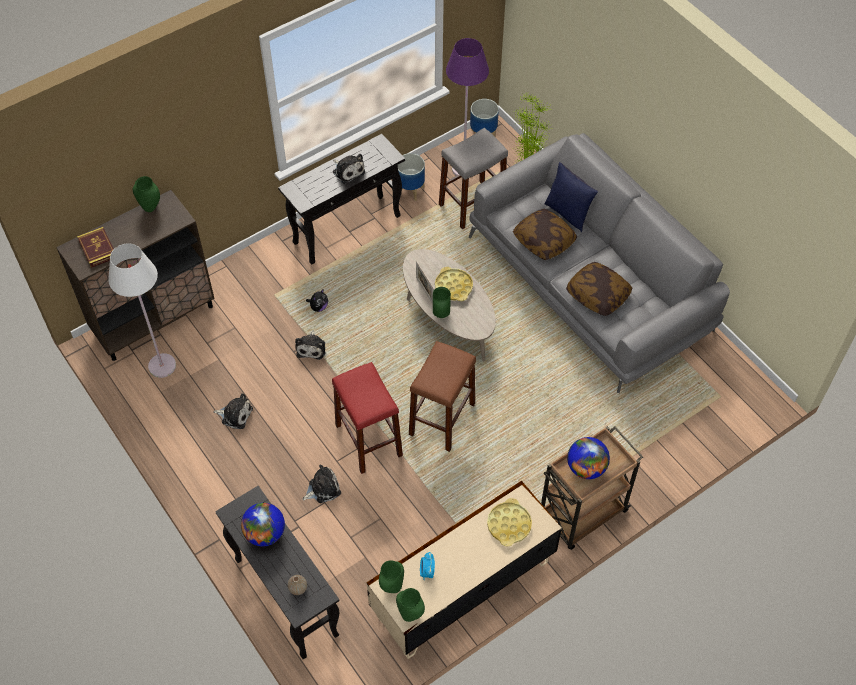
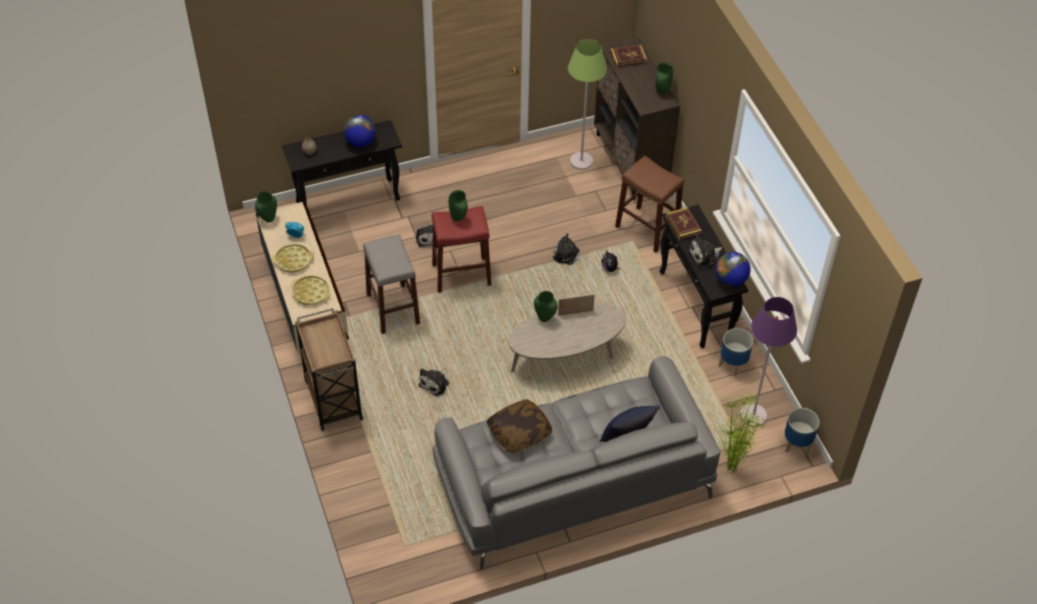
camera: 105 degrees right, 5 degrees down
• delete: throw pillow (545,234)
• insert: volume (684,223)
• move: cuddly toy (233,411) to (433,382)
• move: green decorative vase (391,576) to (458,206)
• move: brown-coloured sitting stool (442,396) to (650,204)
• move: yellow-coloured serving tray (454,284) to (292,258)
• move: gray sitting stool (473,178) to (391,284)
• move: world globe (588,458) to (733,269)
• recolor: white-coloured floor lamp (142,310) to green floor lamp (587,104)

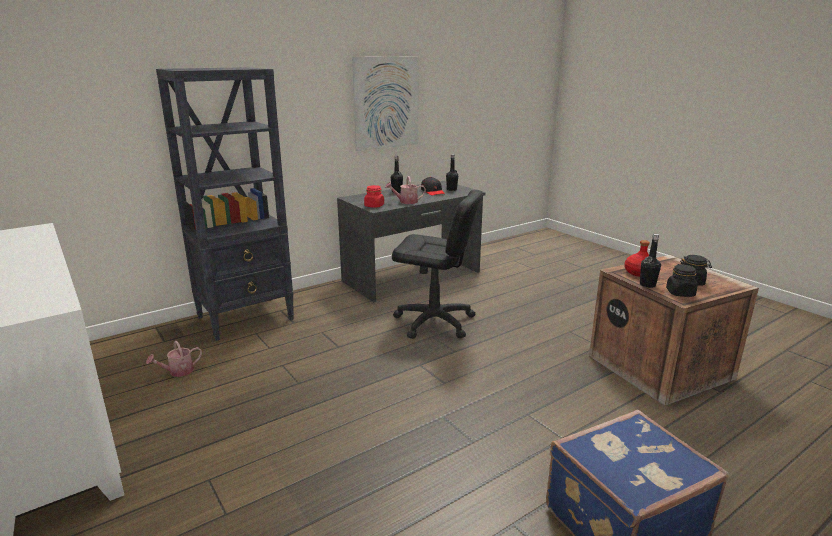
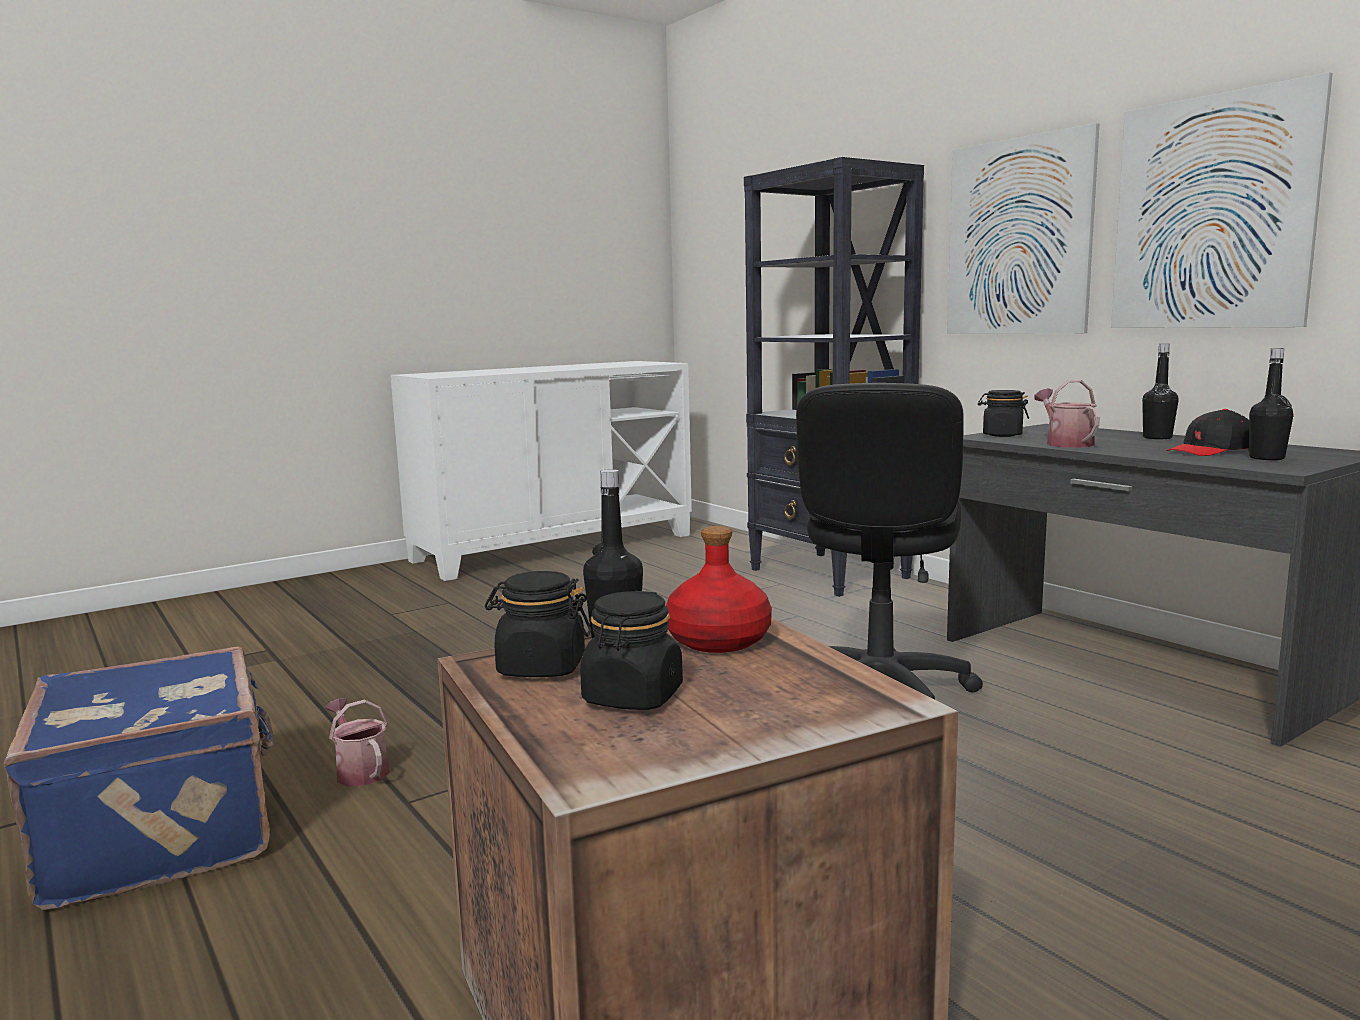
camera: 90 degrees right, 10 degrees down
• insert: picture (1023,228)
• move: watering pot (174,359) to (357,742)
• recolor: red-coloured jar (374,196) to black-coloured jar (1003,413)

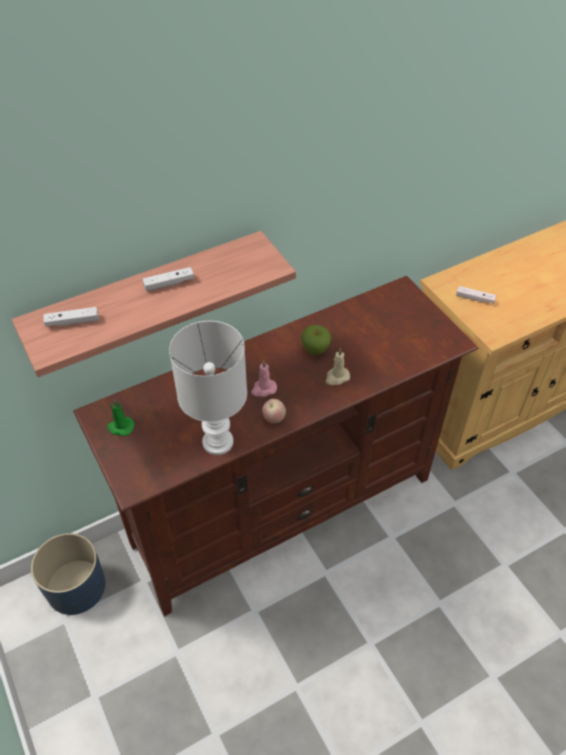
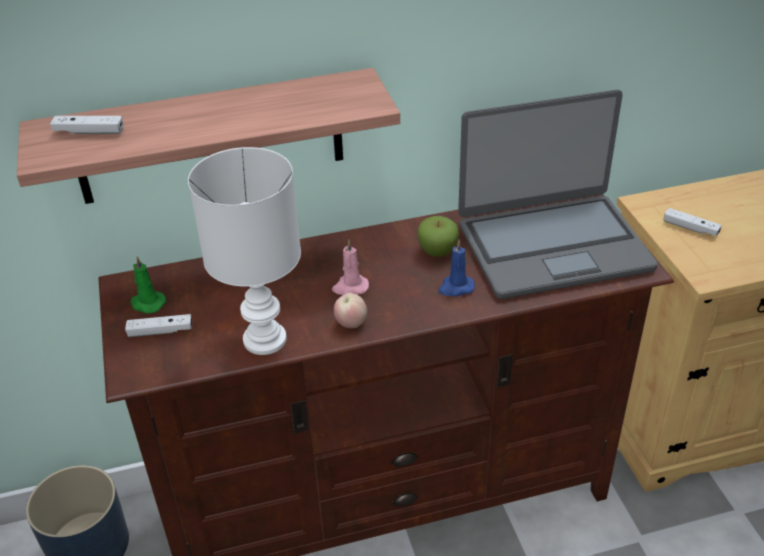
camera: 15 degrees right, 10 degrees down
• insert: notebook computer (558,194)
• move: white-coloured game controller (168,279) to (158,325)
• recolor: sand-coloured wax candle (338,366) to blue wax candle (456,268)

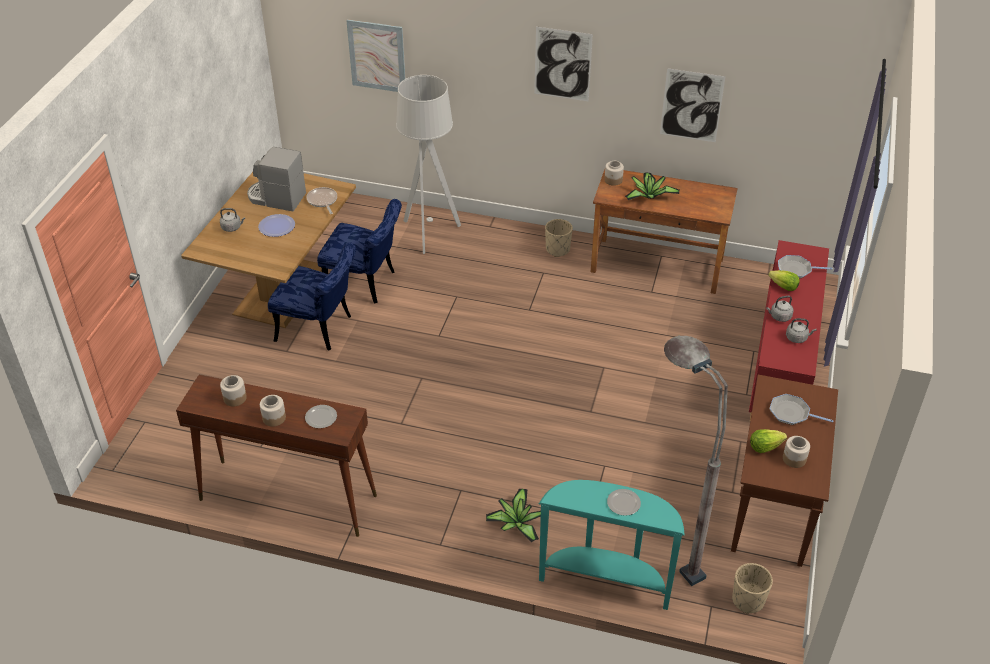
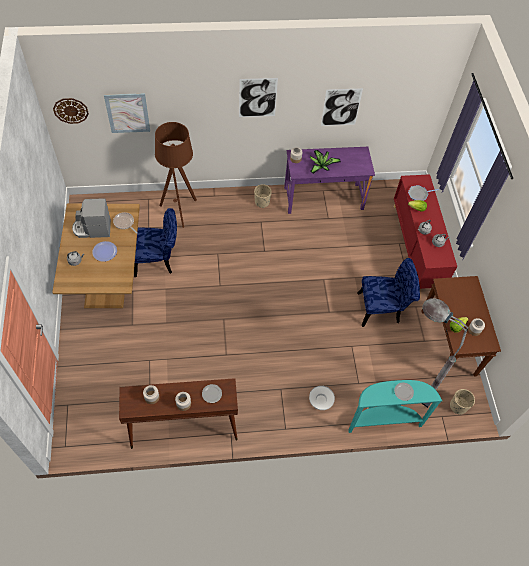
camera: 25 degrees left, 15 degrees up
• delete: frying pan (802,409)
• insert: wall clock (71,111)
• move: blue plain chair (312,296) to (388,292)
• replace: plant in a pot (513,515) to white-coloured deep dish (322,398)
• recolor: gray floor lamp (428,164) to brown-coloured floor lamp (176,175)
• recolor: brown-coloured desk unit (664,232) to purple desk unit (329,180)

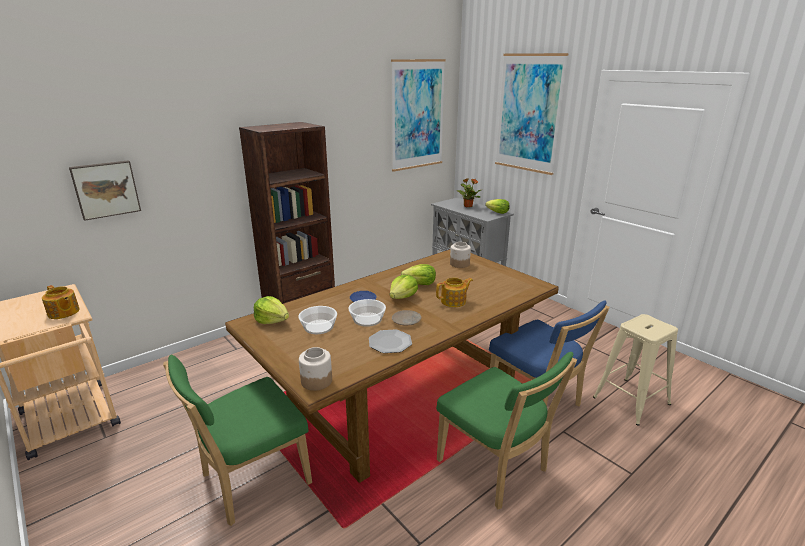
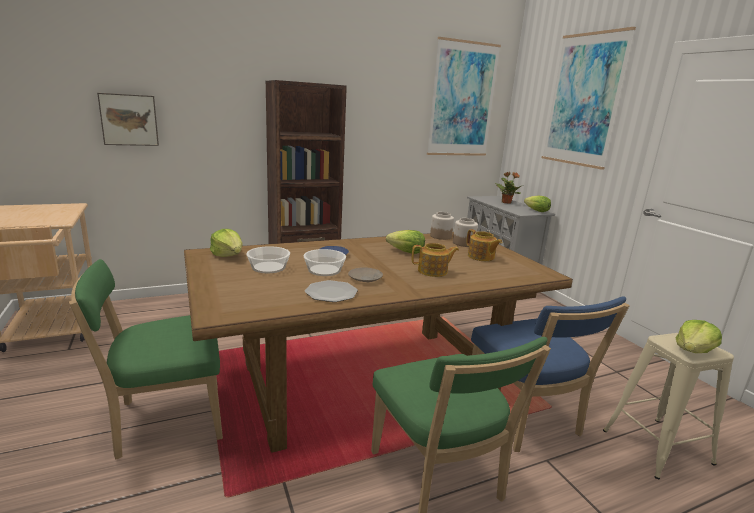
camera: 15 degrees right, 5 degrees down
• move: tea pot (61,302) to (484,245)
• move: jar (315,369) to (442,226)
• move: head of lettuce (404,287) to (698,336)

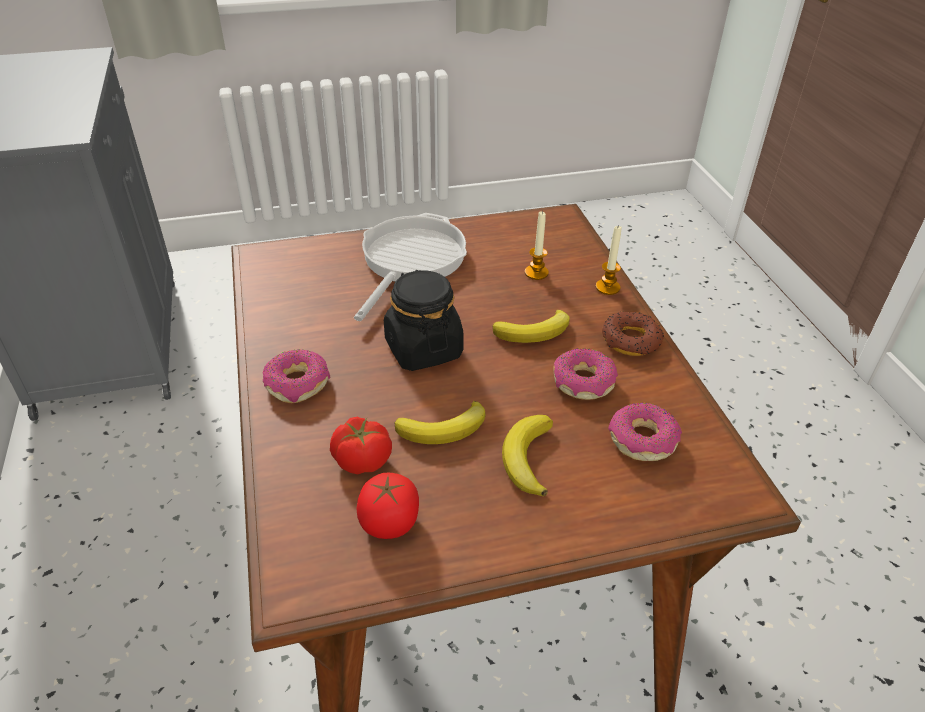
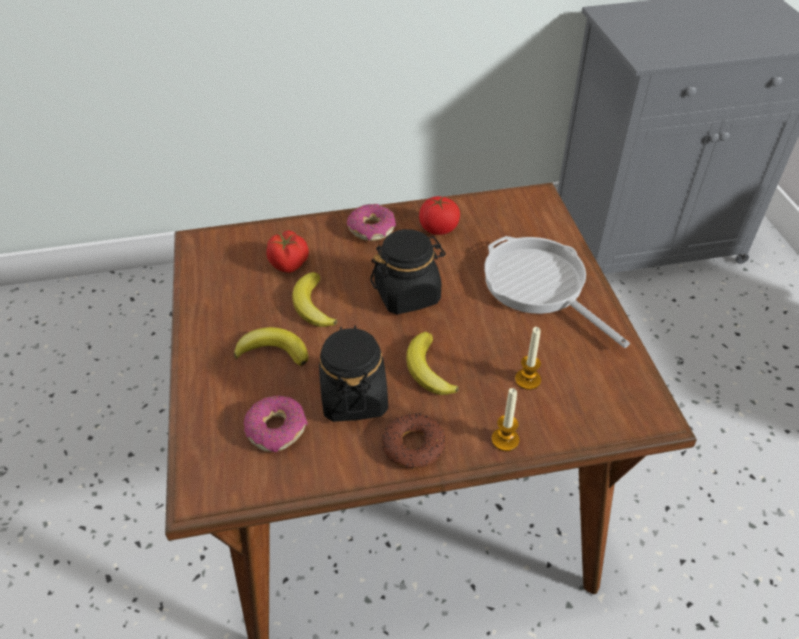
camera: 95 degrees right, 5 degrees up
• move: whole tomato (387,506) to (439,215)
• replace: ring doughnut (586,374) to black-coloured jar (353,373)
• rotate: frying pan (410,267) = (557,292) 150 degrees counterclockwise

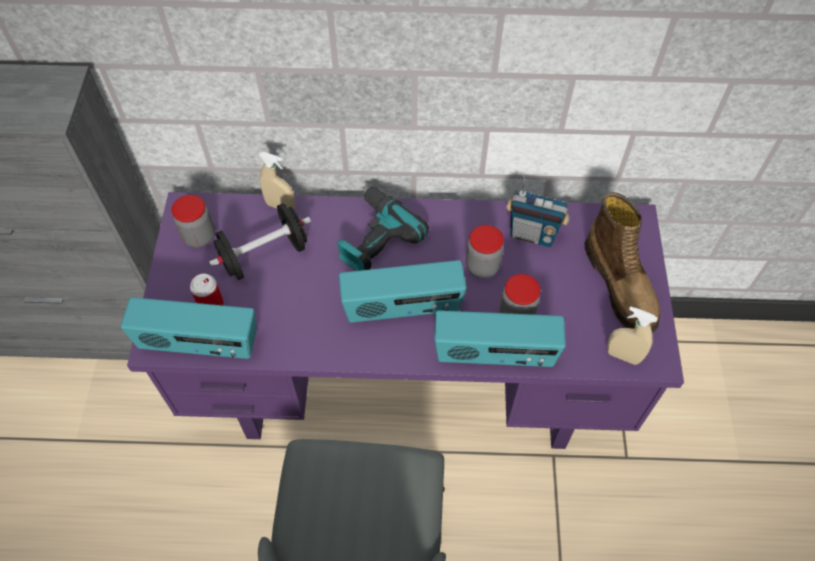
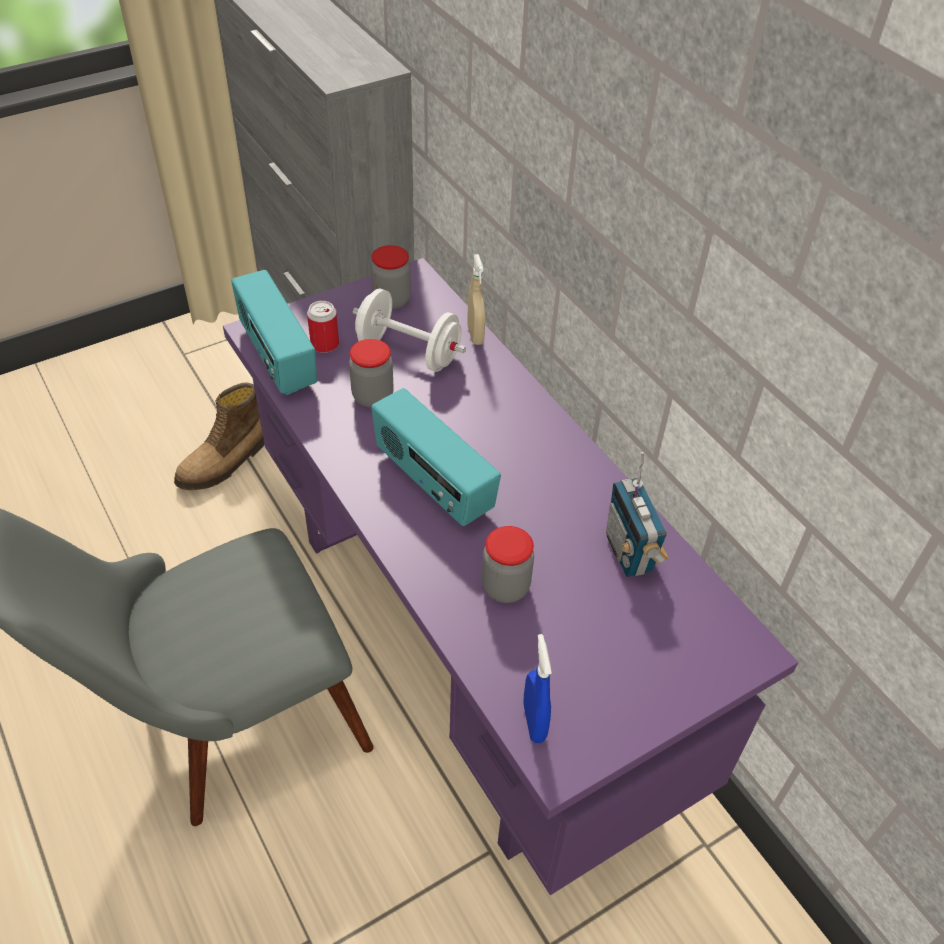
camera: 55 degrees right, 10 degrees down
• delete: drill (383,229)
• delete: radio set (500,338)
• move: jar (485,251) to (371,373)
• move: tall boot (622,262) to (219,436)
• recolor: black-coloured hand weight (260,241) to white-coloured hand weight (409,330)
• recolor: sand-coloured sprayer (632,335) to blue sprayer (538,688)

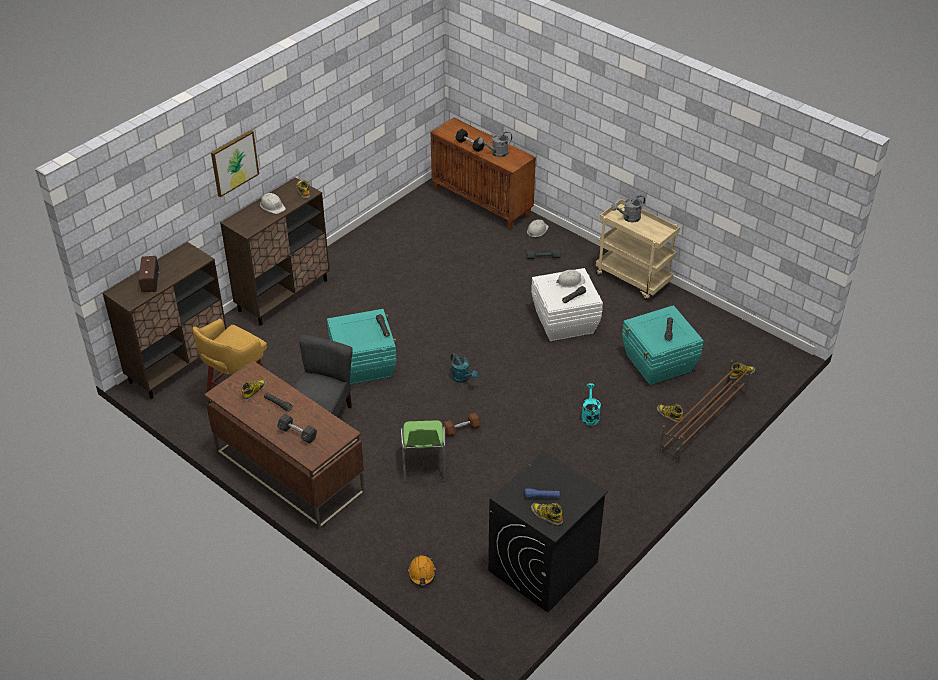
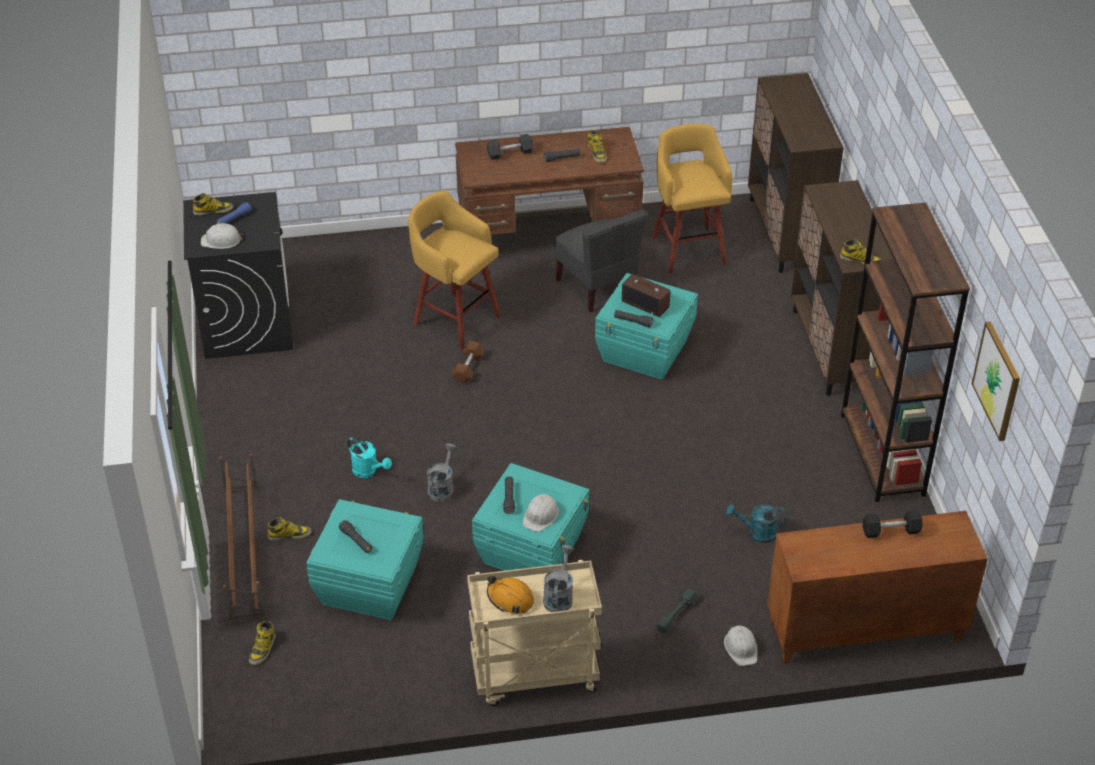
camera: 130 degrees right, 0 degrees up
• insert: brown-coloured shelving unit (905,352)
• move: radio set (149,274) to (646,295)
• move: picture (235,163) to (996,381)
• move: white-coloured work helmet (273,203) to (222,236)
• move: orangey work helmet (422,570) to (510,595)
• move: blue-green watering pot (464,368) to (756,523)
• move: gray watering pot (495,144) to (441,472)
• replace: green plain chair (423,451) to yellow-coloured sitting stool (454,270)
• recolor: white-coloured storage bin (567,304) to blue-green storage bin (530,517)

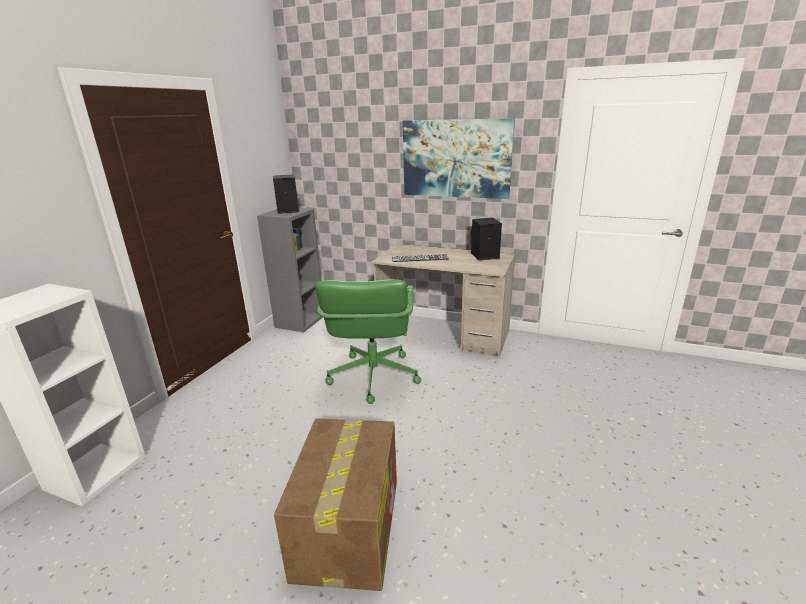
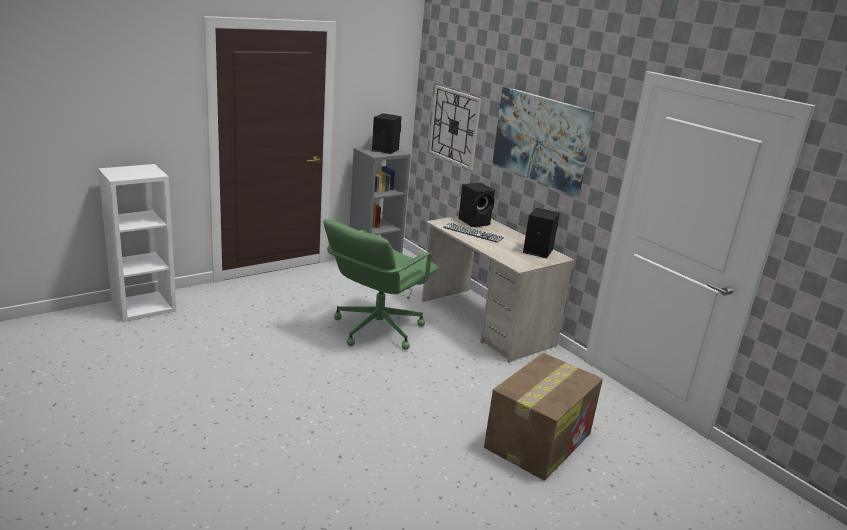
camera: 30 degrees right, 0 degrees up
• insert: wall clock (455,127)
• insert: black-coloured audio speaker (476,205)
• move: packing box (335,505) to (543,417)

